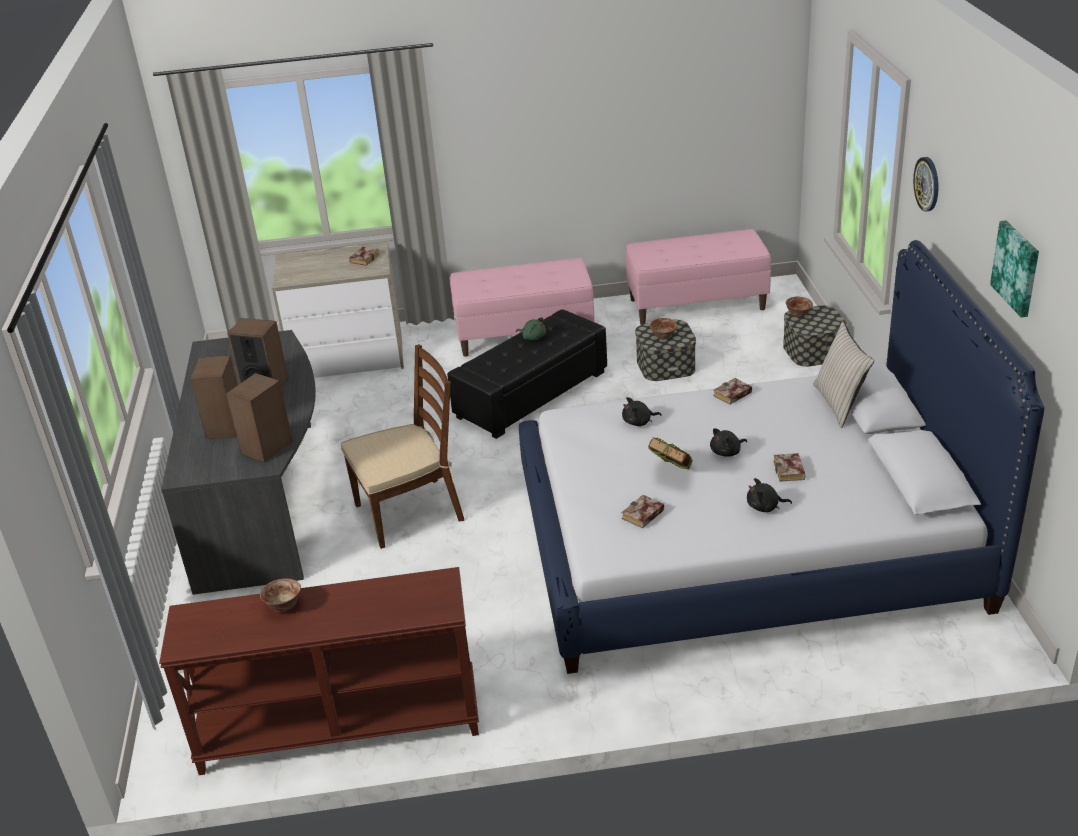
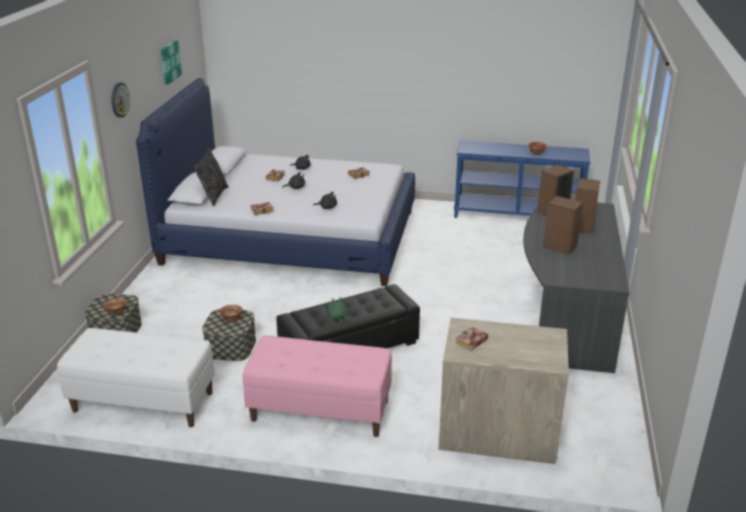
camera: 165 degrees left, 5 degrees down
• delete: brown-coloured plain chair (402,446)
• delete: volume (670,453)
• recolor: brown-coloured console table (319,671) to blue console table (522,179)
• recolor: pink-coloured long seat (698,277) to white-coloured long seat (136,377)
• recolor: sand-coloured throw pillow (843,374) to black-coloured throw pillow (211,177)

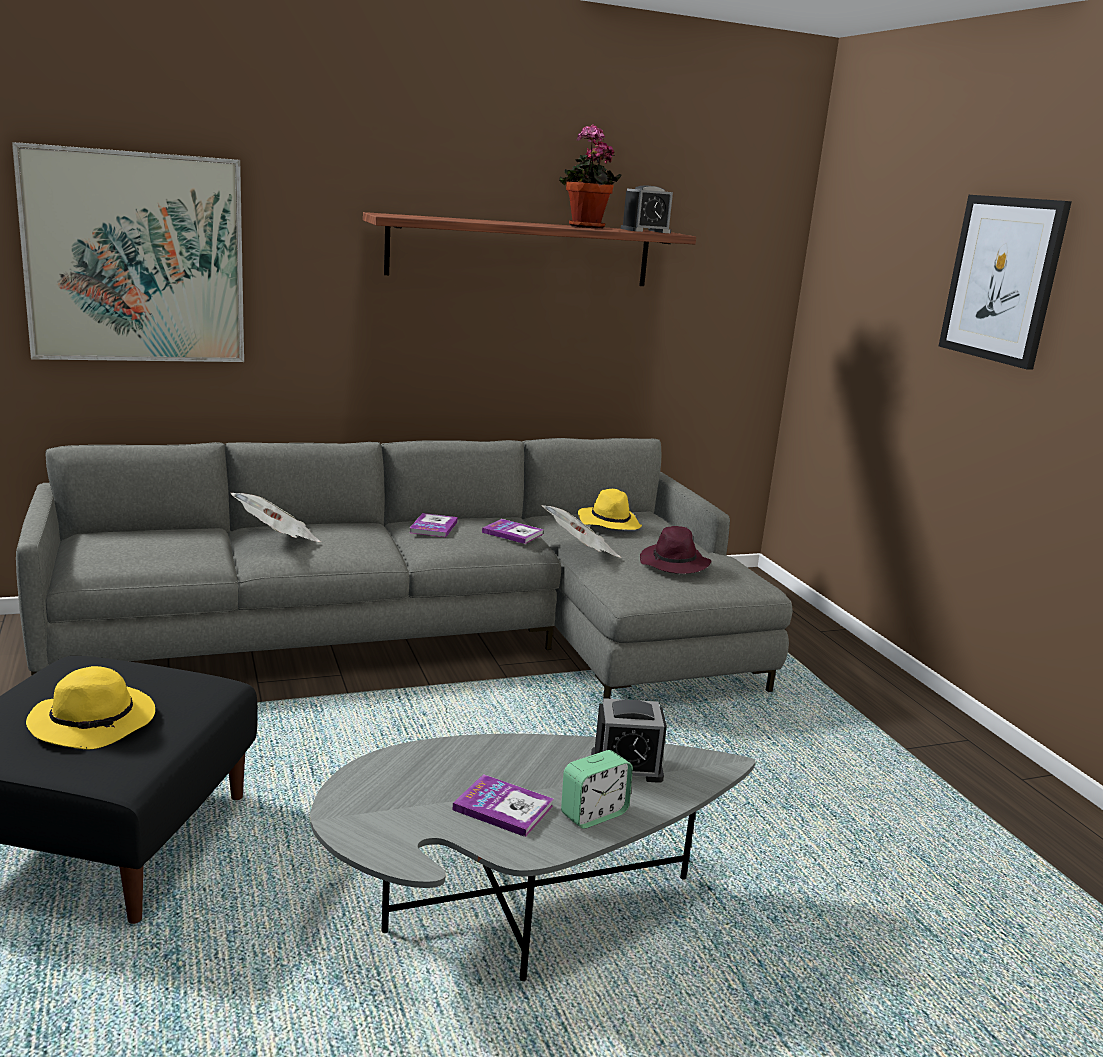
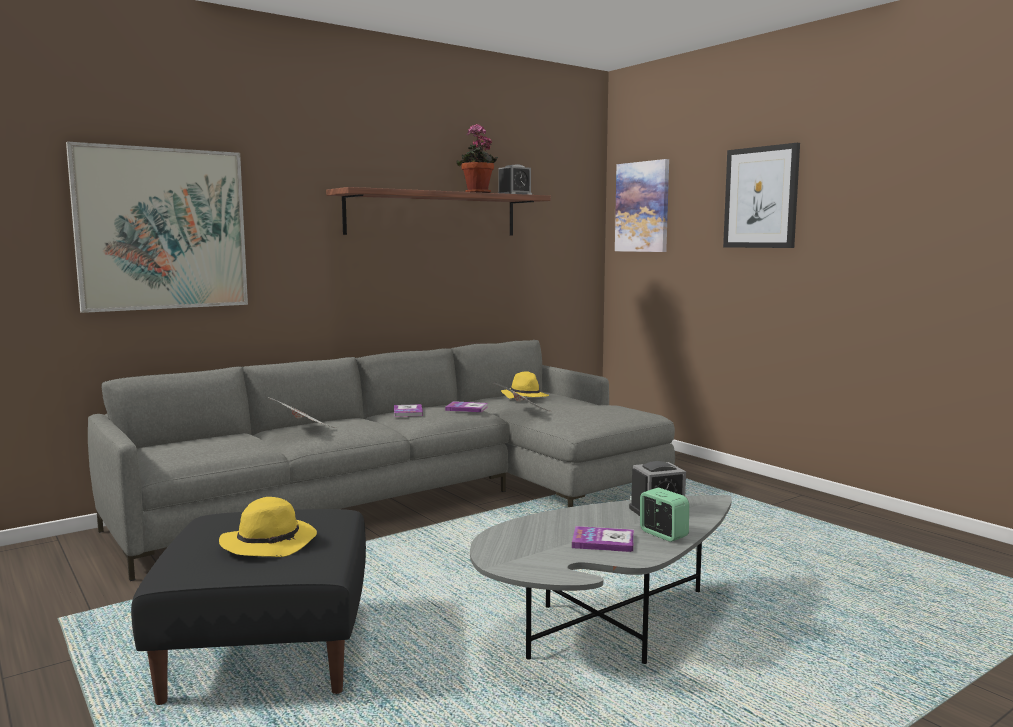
camera: 15 degrees left, 10 degrees down
• delete: purple wearable hat (675,550)
• insert: picture (642,205)
• rotate: table clock (597,789) = (664,515) 75 degrees counterclockwise

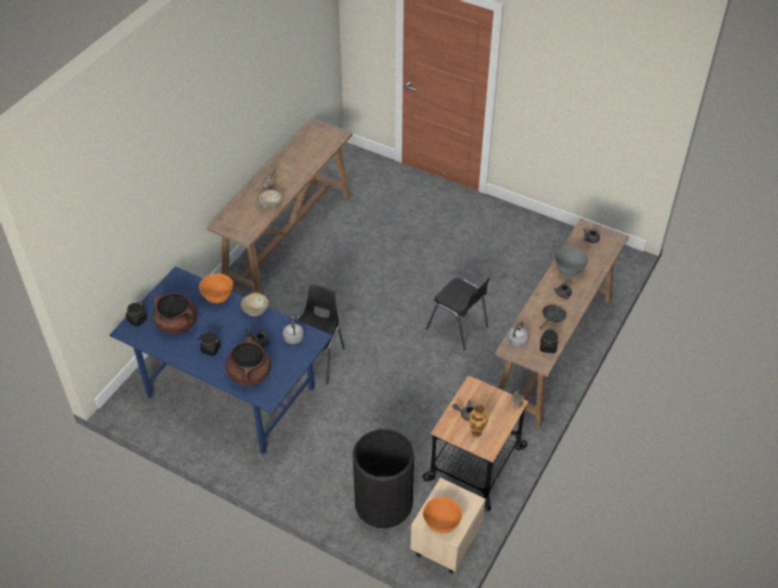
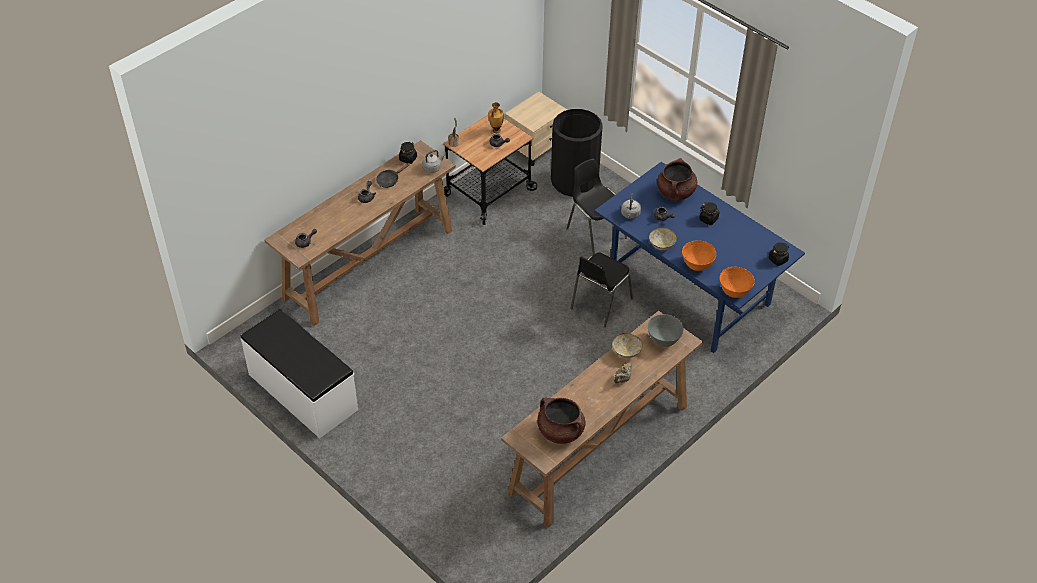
camera: 165 degrees left, 0 degrees up
• insert: white-coloured long seat (299,373)
• move: brown-coloured stockpot (175,313) to (561,421)
• move: orangey deep dish (442,515) to (737,282)
• move: black-coloured plain chair (458,314) to (596,207)
• move: gray deep dish (571,261) to (666,330)

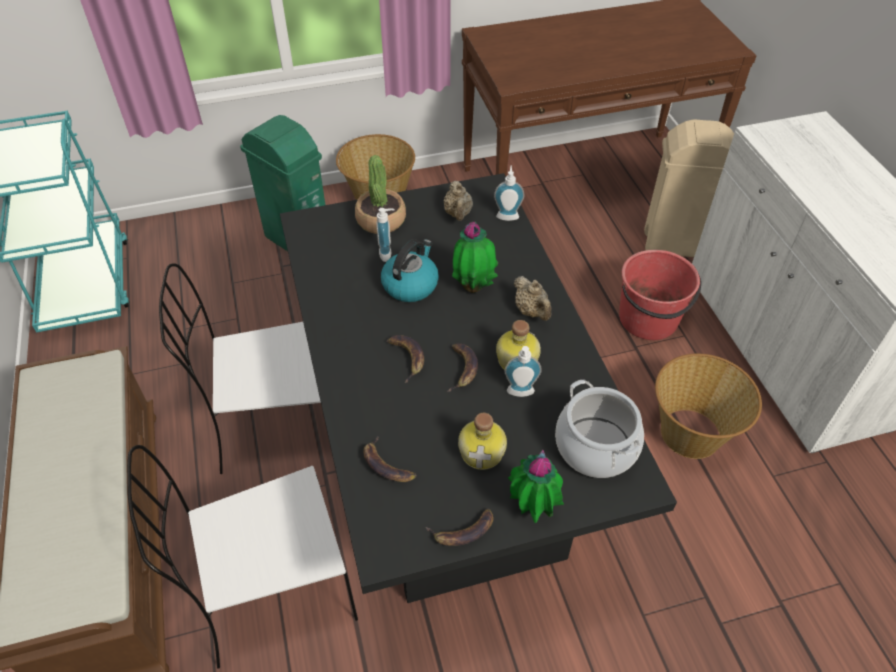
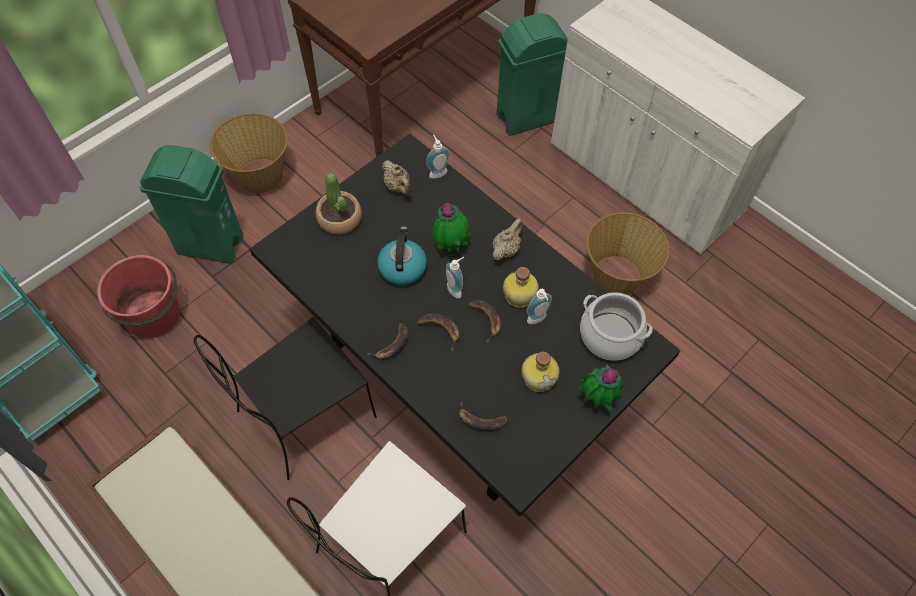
camera: 30 degrees left, 10 degrees up
• move: soap dispenser (385,235) to (455,278)
• move: whole banana (459,527) to (387,341)
• move: red-coloured bucket (660,295) to (138,296)
• recolor: white-coloured plain chair (240,368) to black-coloured plain chair (285,398)
• recolor: sand-coloured waste bin (689,188) to green waste bin (532,74)
• rotate: sand-coloured tea pot (533,298) = (508,239) 90 degrees counterclockwise

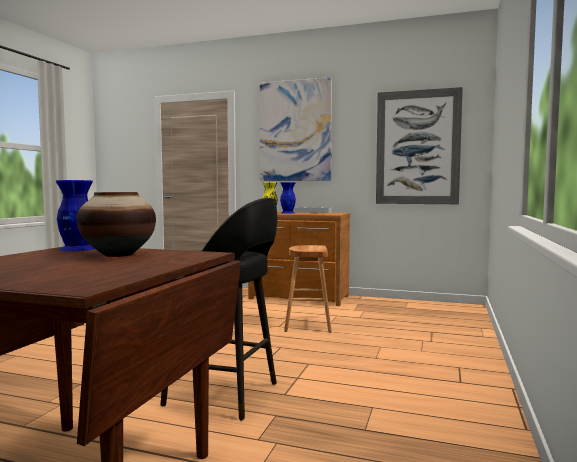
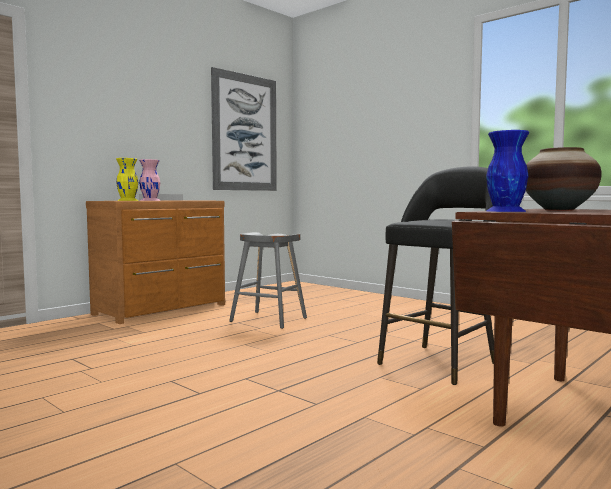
camera: 65 degrees left, 0 degrees up
• delete: picture (296,129)
• recolor: blue decorative vase (288,197) to pink-coloured decorative vase (150,180)
• recolor: brown-coloured sitting stool (308,289) to gray sitting stool (268,280)

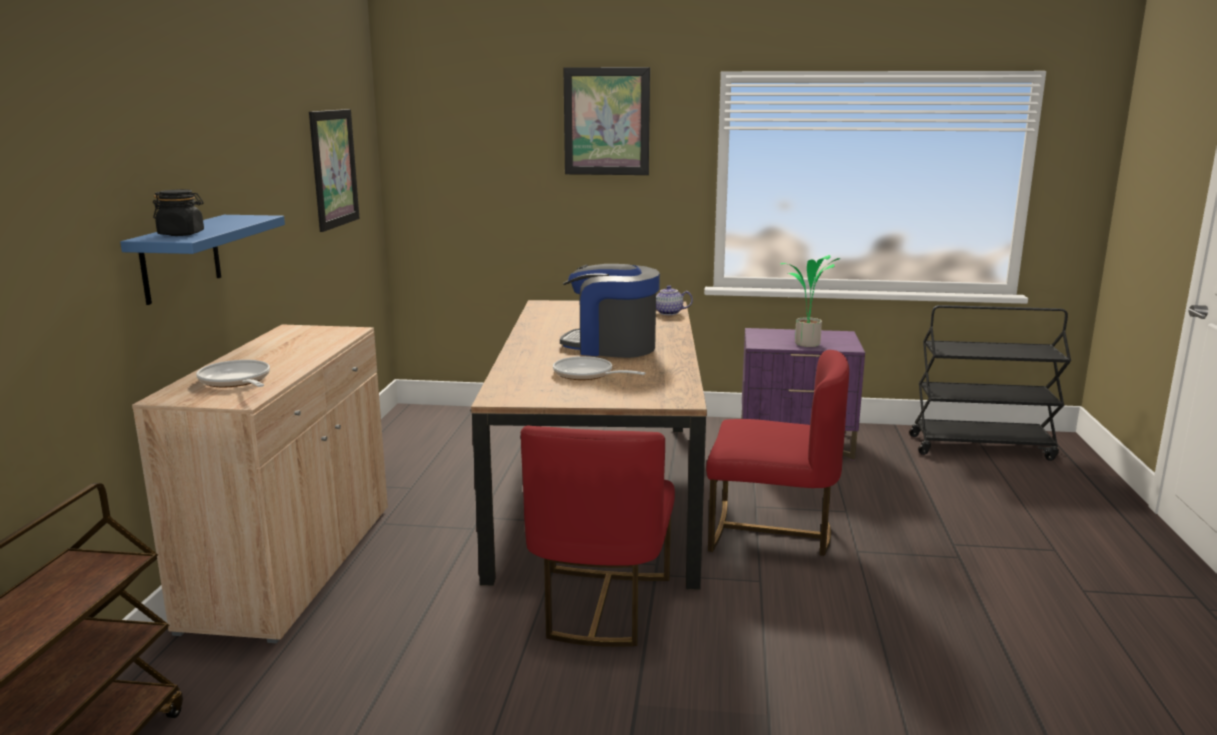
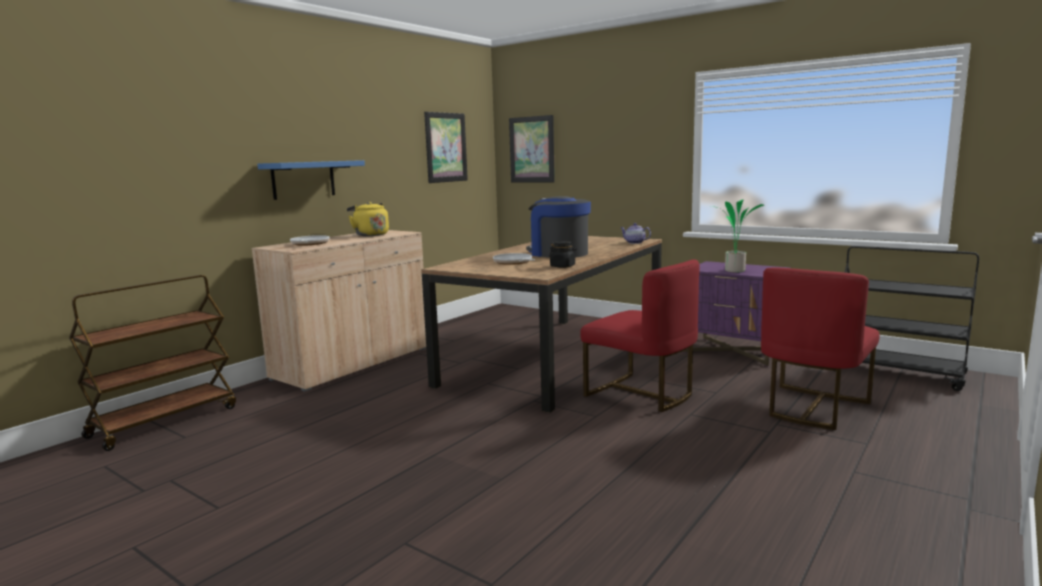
camera: 30 degrees right, 5 degrees down
• insert: yellow-coloured tea kettle (368,219)
• move: black-coloured jar (178,212) to (562,254)
• move: red-coloured plain chair (598,536) to (820,349)
• move: picture (606,121) to (532,148)

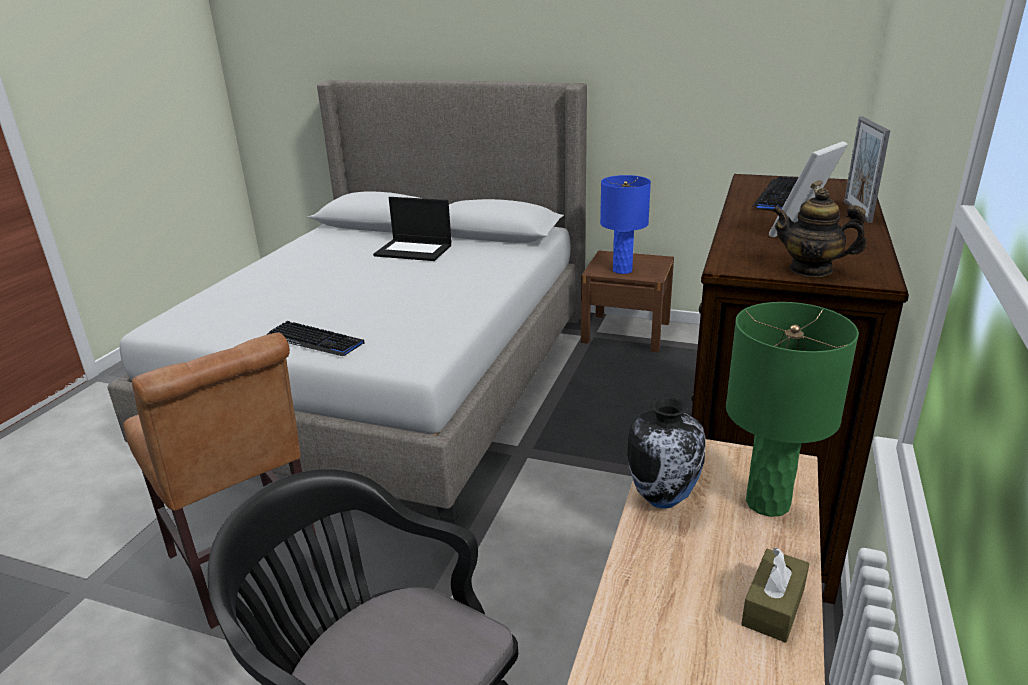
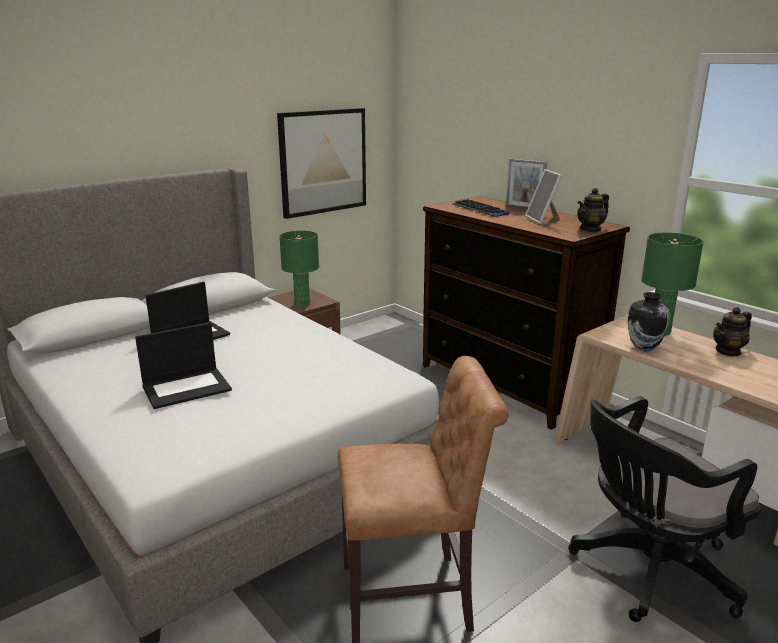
camera: 60 degrees left, 5 degrees down
• delete: PC keyboard (316,338)
• insert: notebook computer (183,365)
• insert: picture (321,163)
• replace: brown-coloured box of tissues (775,595) to tea pot (732,332)
• recolor: blue table lamp (625,224) to green table lamp (299,269)

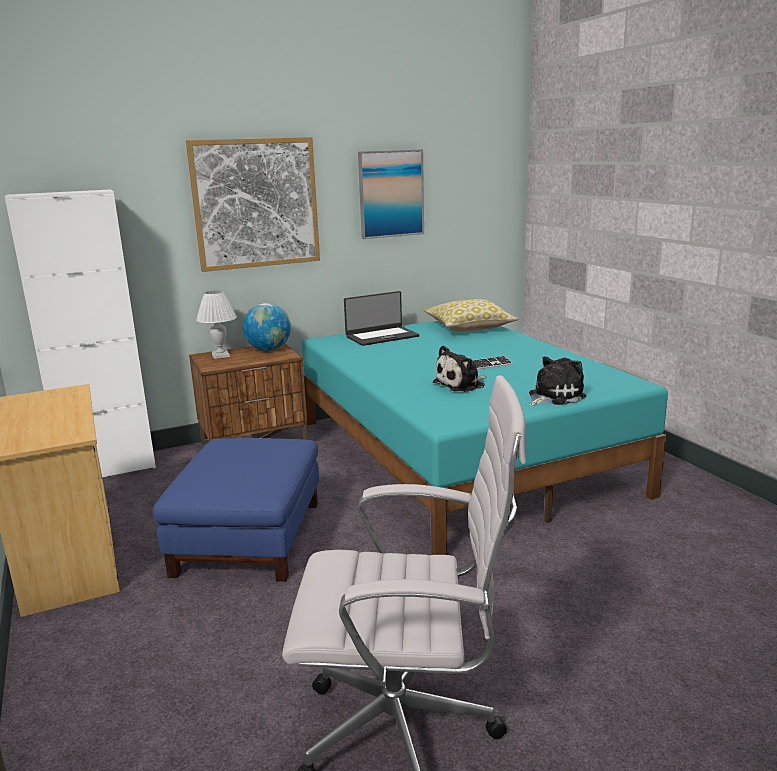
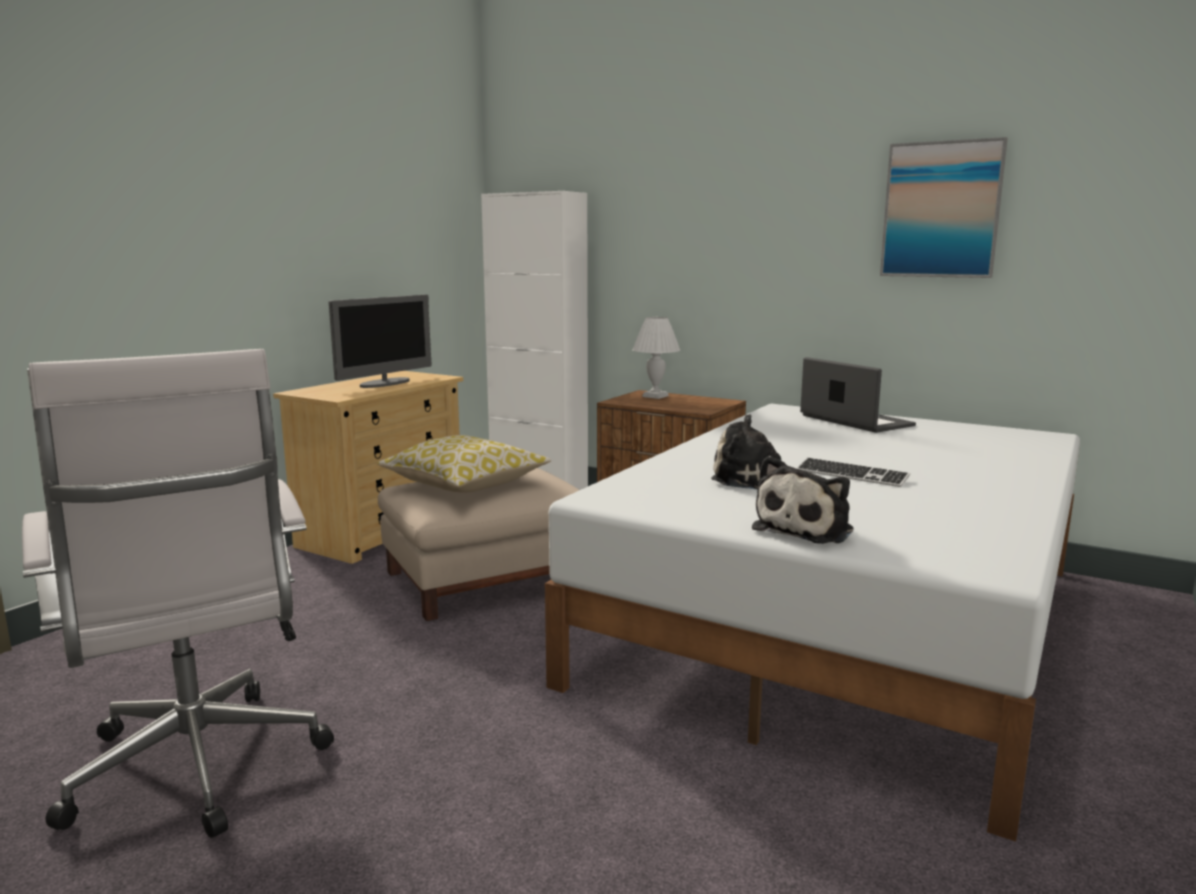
camera: 55 degrees right, 5 degrees down
• delete: picture (253,204)
• delete: world globe (267,327)
• insert: computer screen (380,341)
• move: throw pillow (471,315) to (464,464)
• recolor: blue ottoman (235,510) to sand-coloured ottoman (478,544)
• recolor: blue-green bed (485,438) to white-coloured bed (812,623)
• rotate: notebook computer (381,318) = (858,395) 150 degrees counterclockwise
• rotate: cuddly toy (557,381) = (802,500) 105 degrees clockwise

